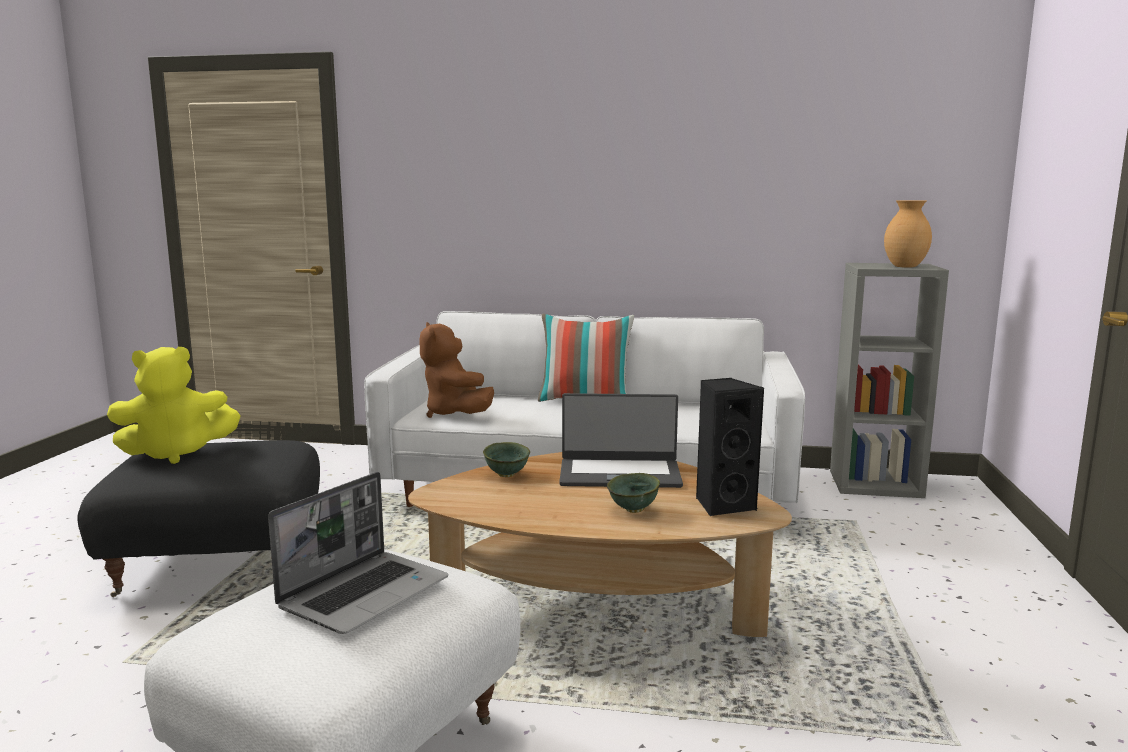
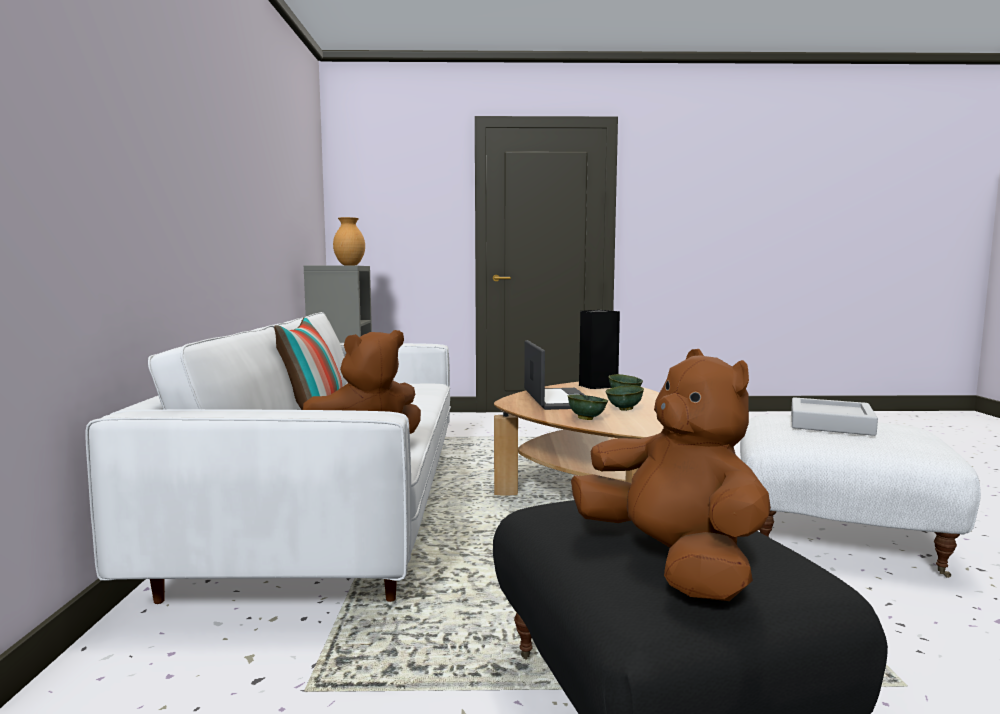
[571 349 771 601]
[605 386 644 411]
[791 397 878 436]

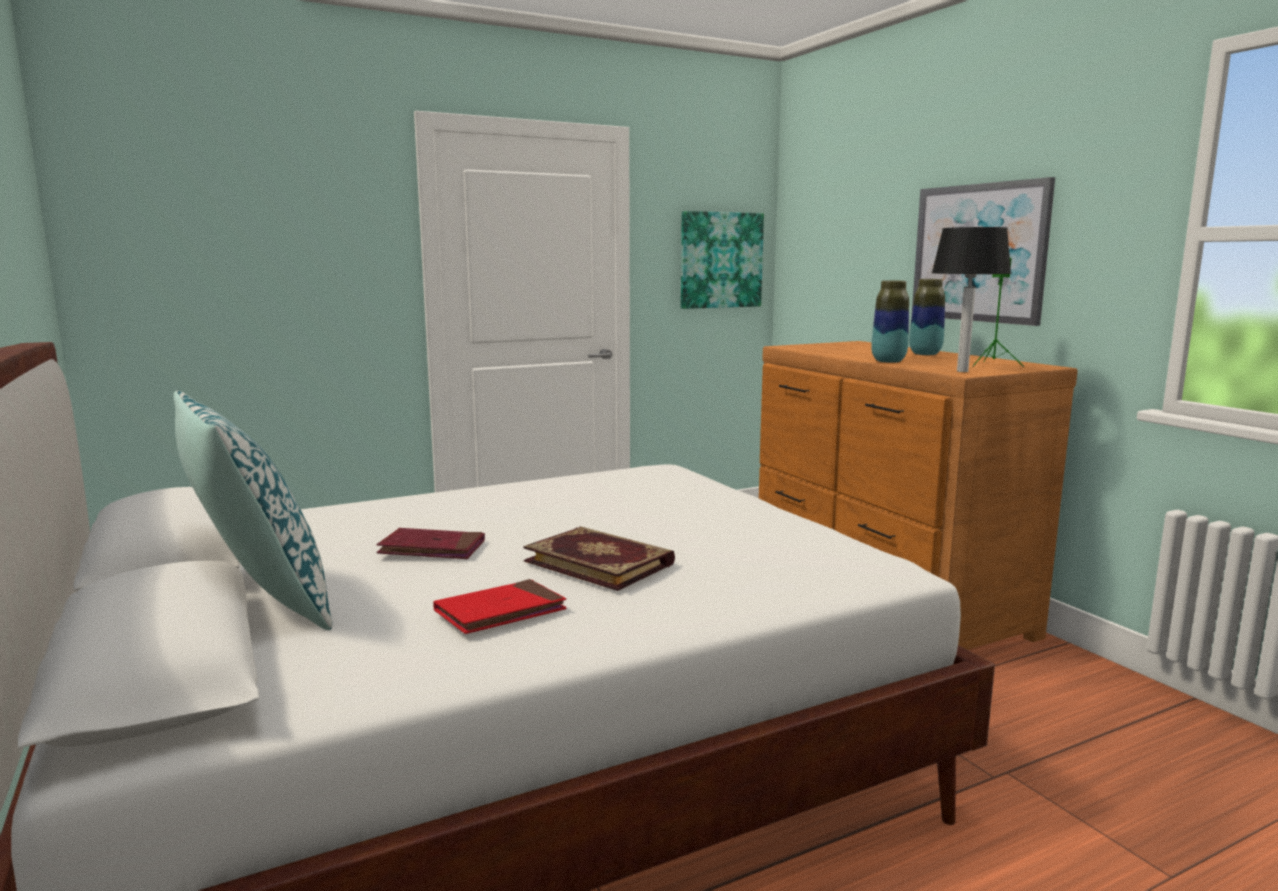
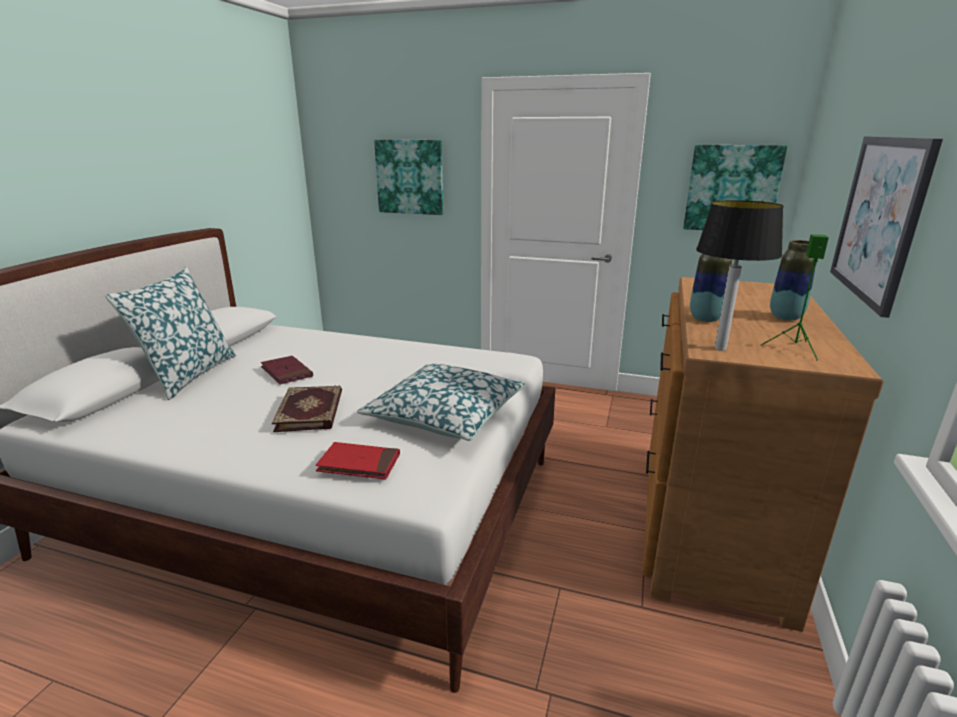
[316 442 400 480]
[357 364 525 441]
[374 140 443 215]

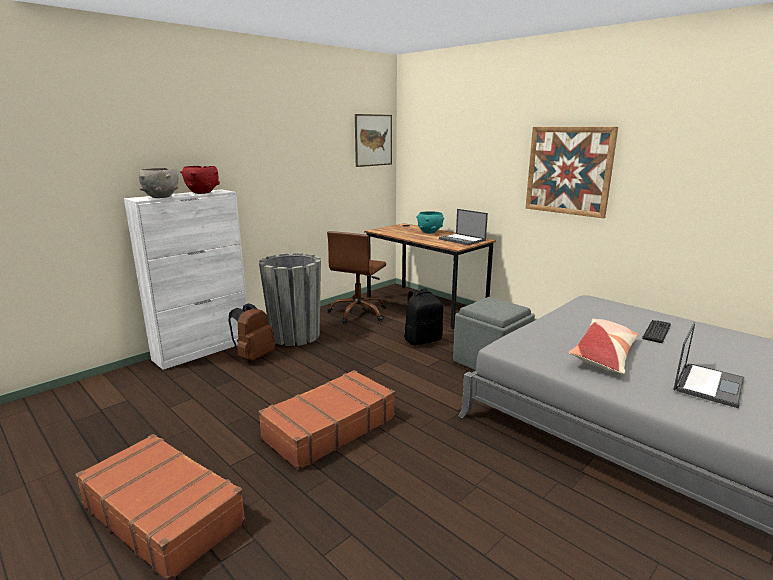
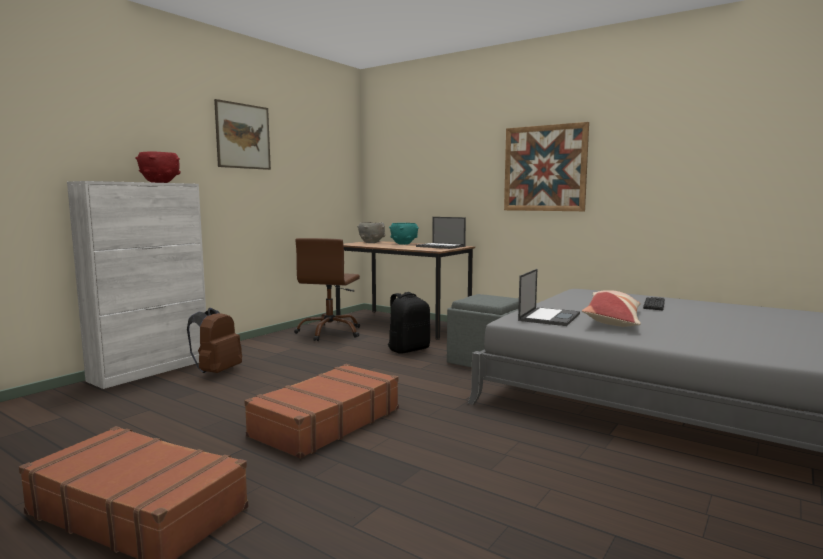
[214 99 271 170]
[357 222 385 243]
[518 269 580 326]
[259 253 321 346] (first image)

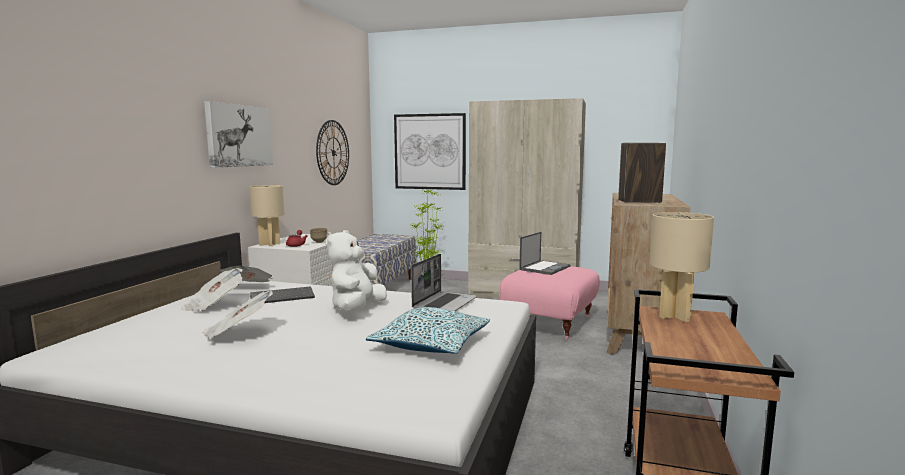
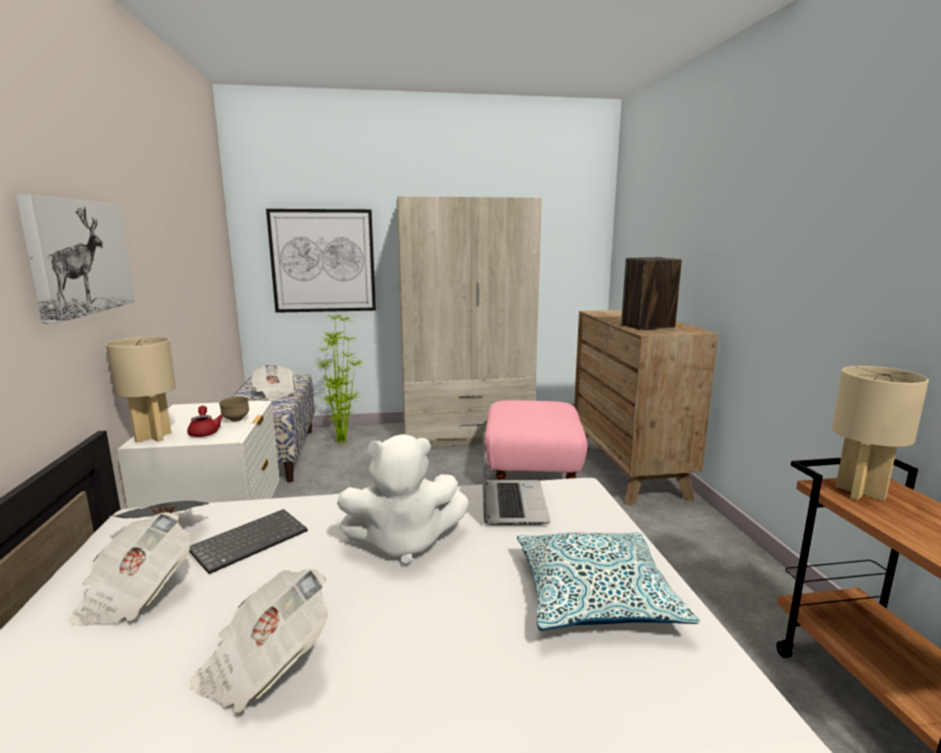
[251 364 296 400]
[337 434 469 565]
[316 120 349 185] (first image)
[519 232 571 275] (first image)

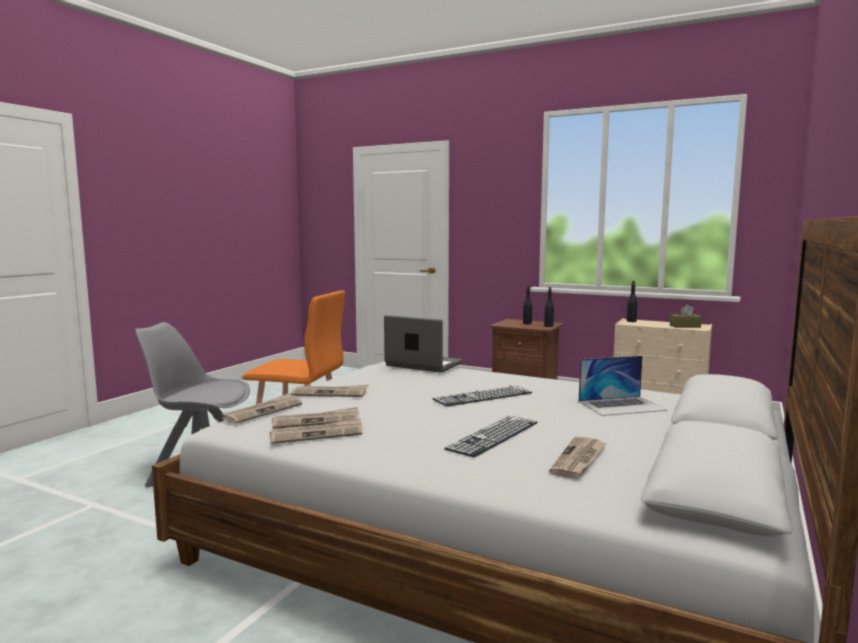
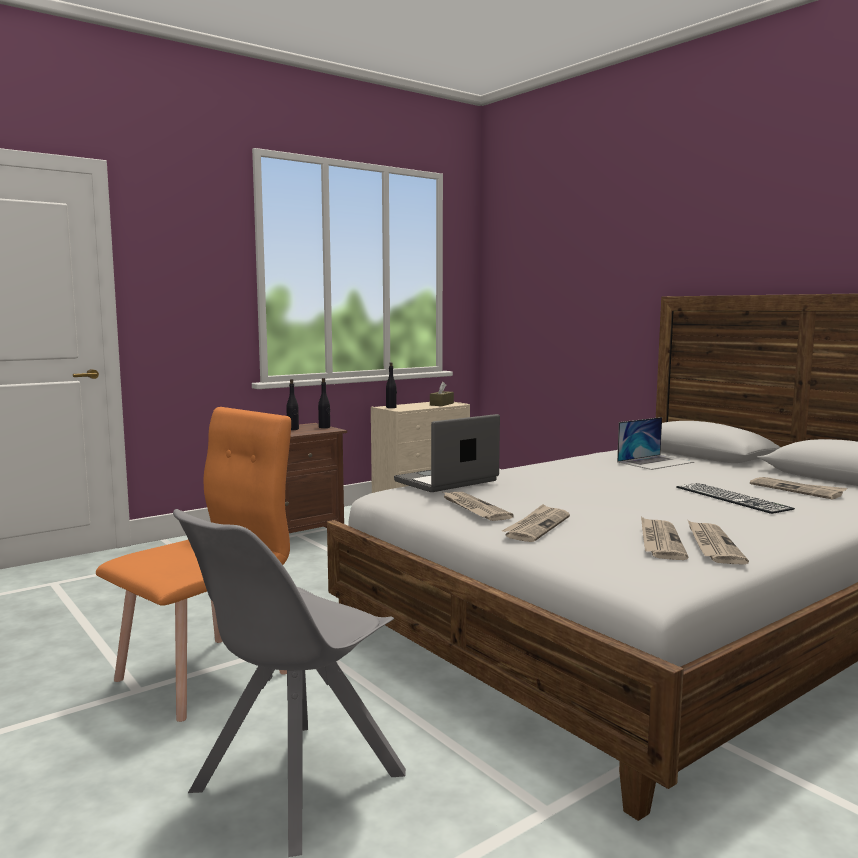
[443 492 514 521]
[617 417 694 470]
[433 385 532 406] (first image)

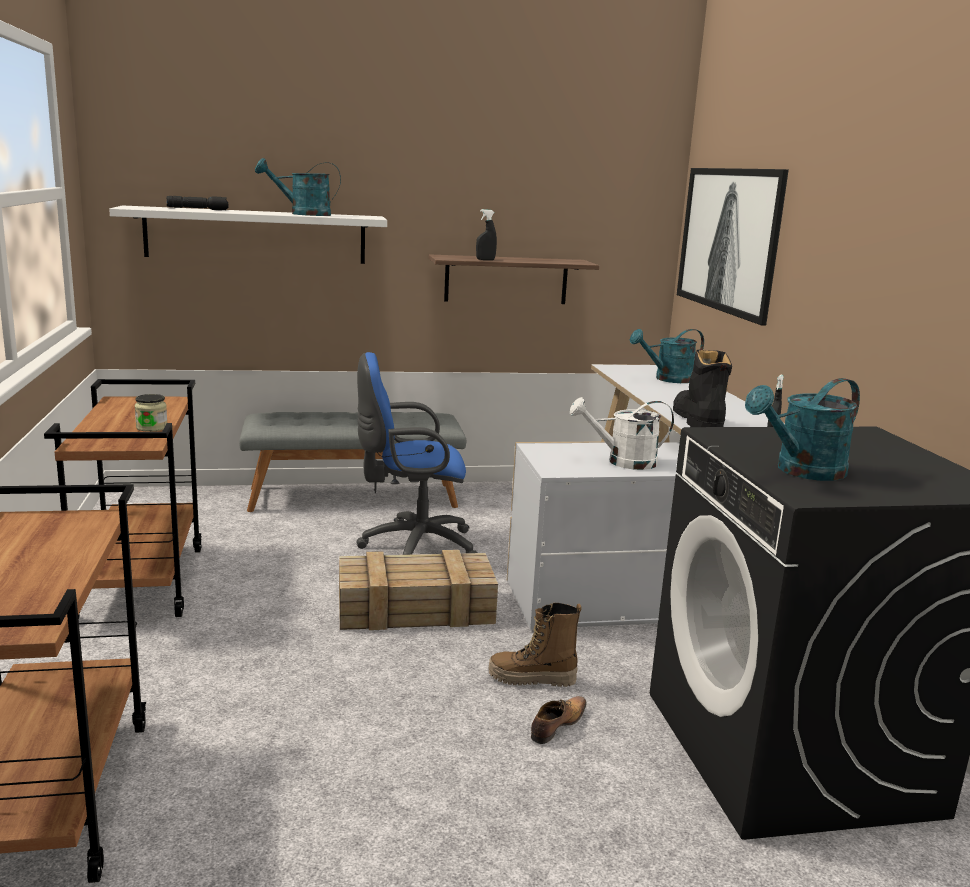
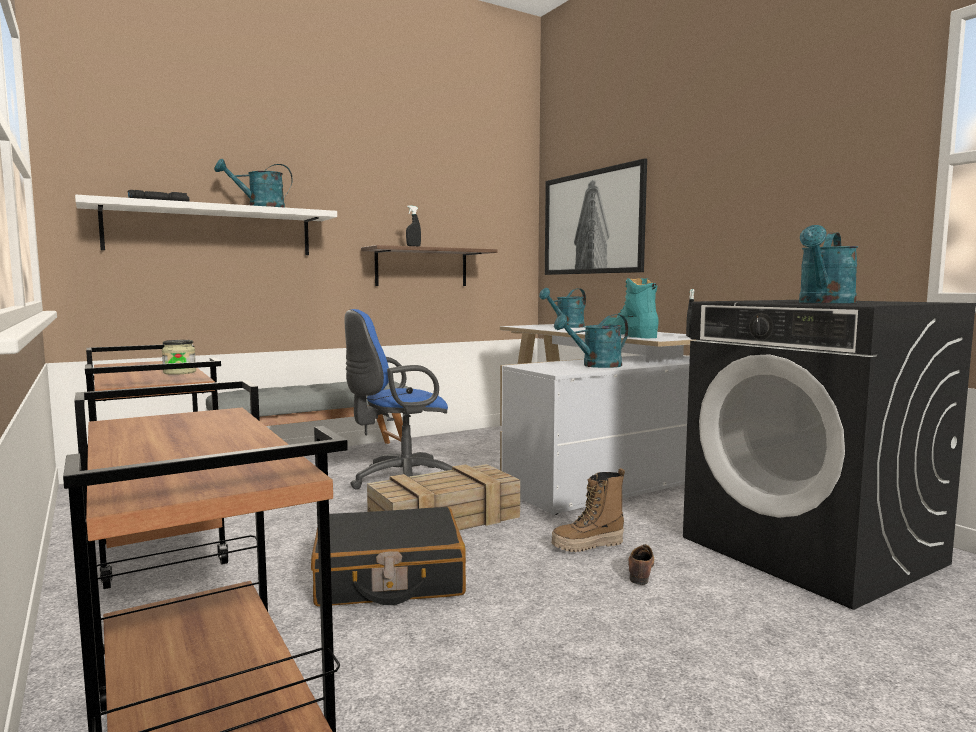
[311 507 466 606]
[554 314 629 368]
[603 278 658 338]

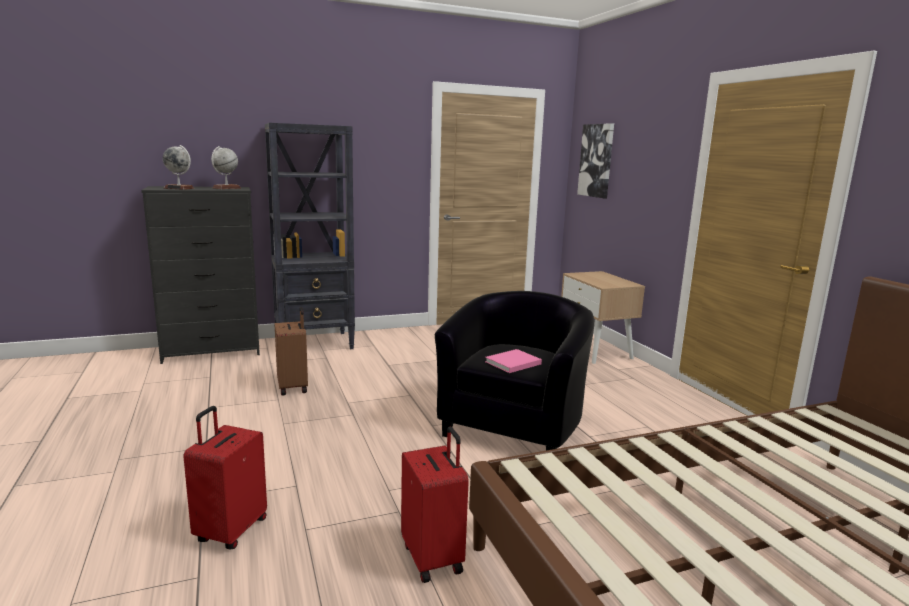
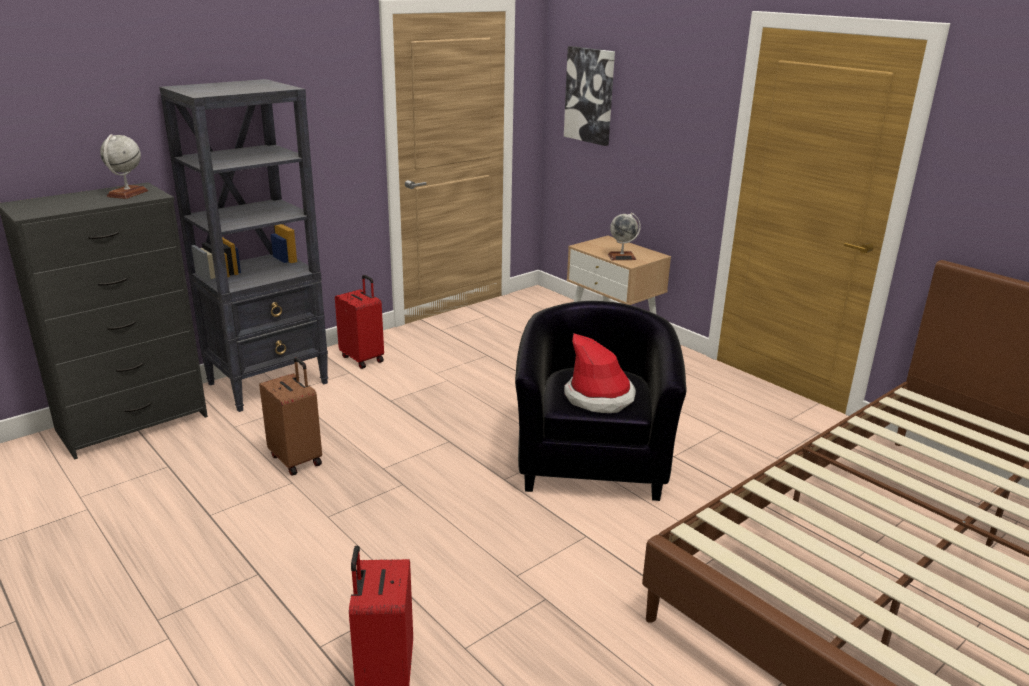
[335 275 384 369]
[564 334 636 413]
[608 213 641 260]

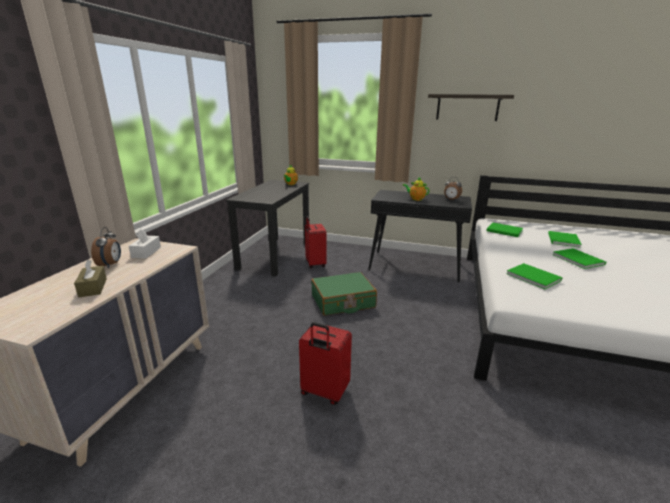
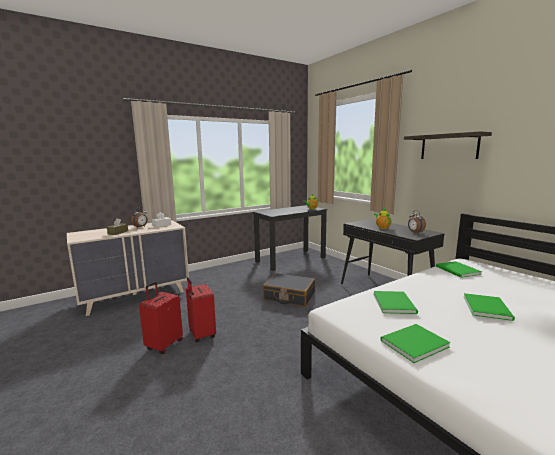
[139 282 183 354]
[263 273 315 307]
[380 324 451 363]

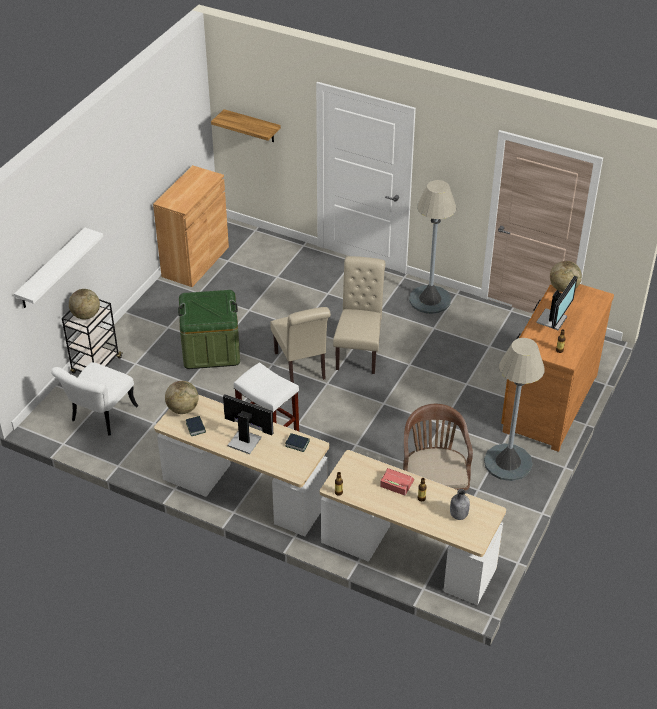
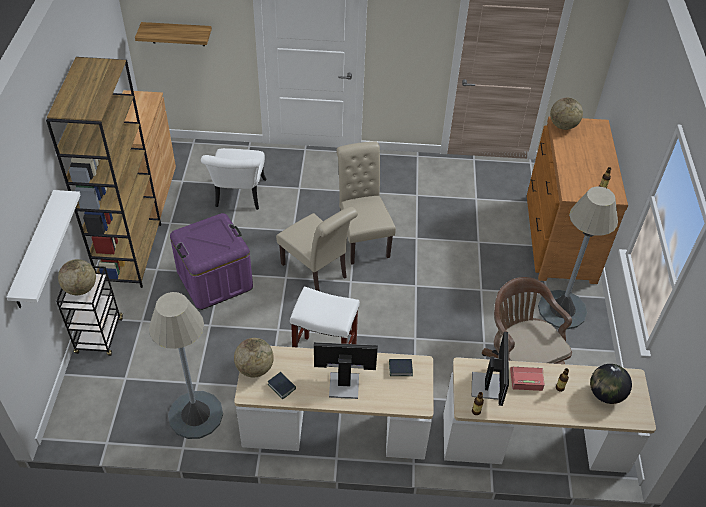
[46 57 161 288]
[149 292 223 439]
[170 213 253 310]
[201 148 266 210]
[472 332 509 406]
[590 364 632 404]

